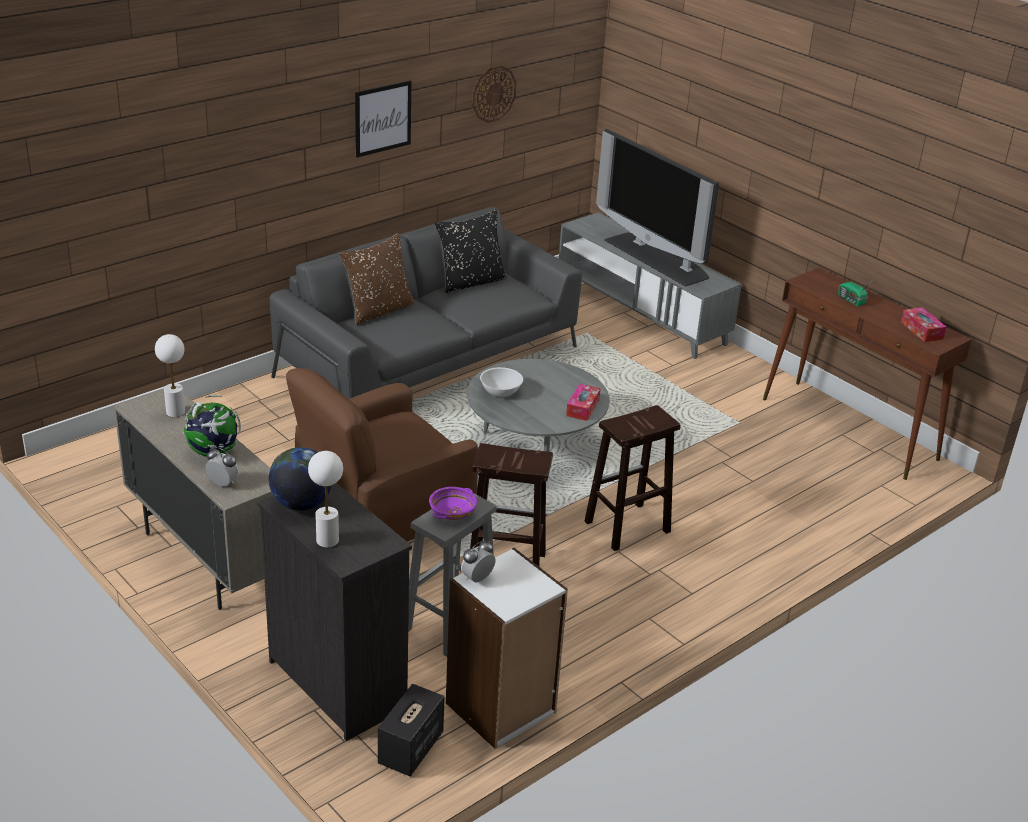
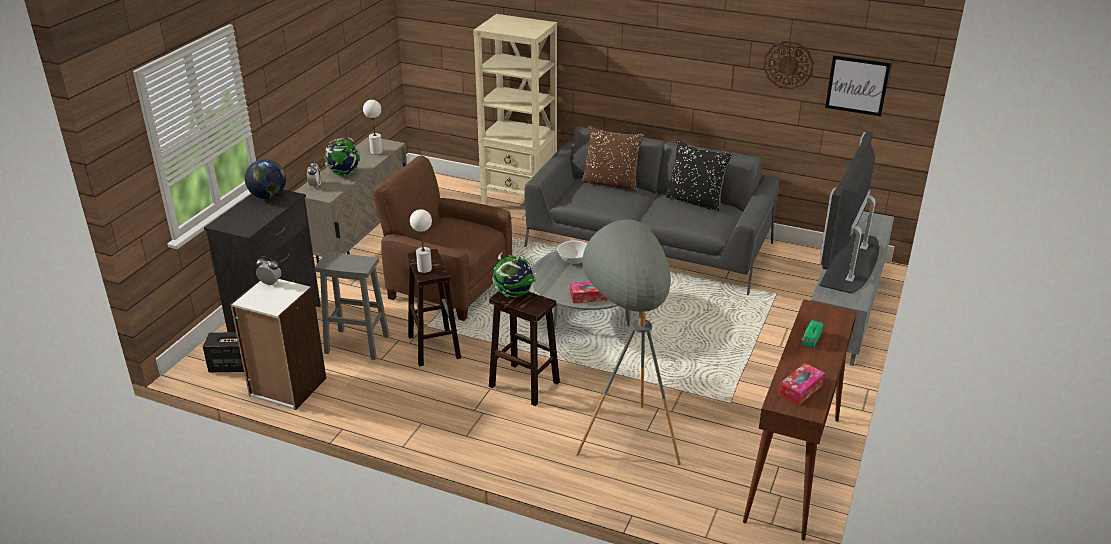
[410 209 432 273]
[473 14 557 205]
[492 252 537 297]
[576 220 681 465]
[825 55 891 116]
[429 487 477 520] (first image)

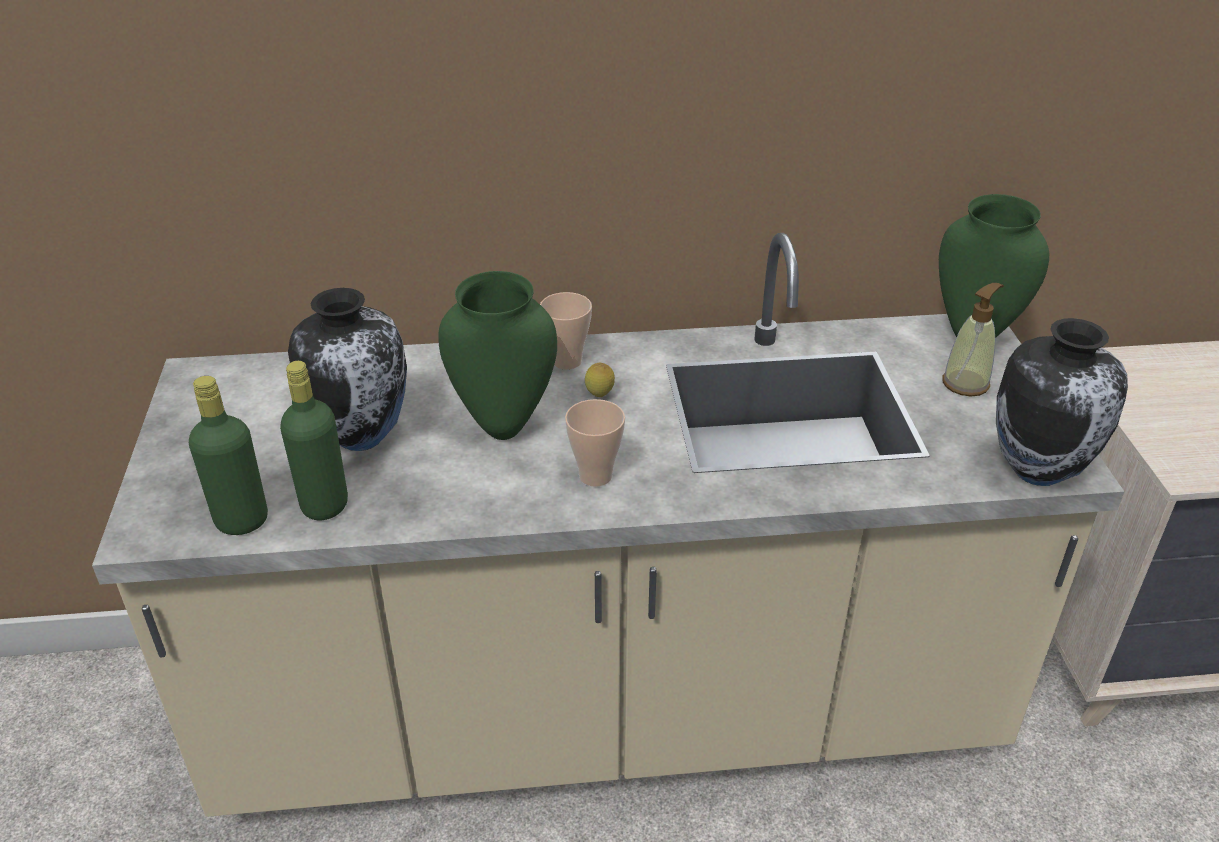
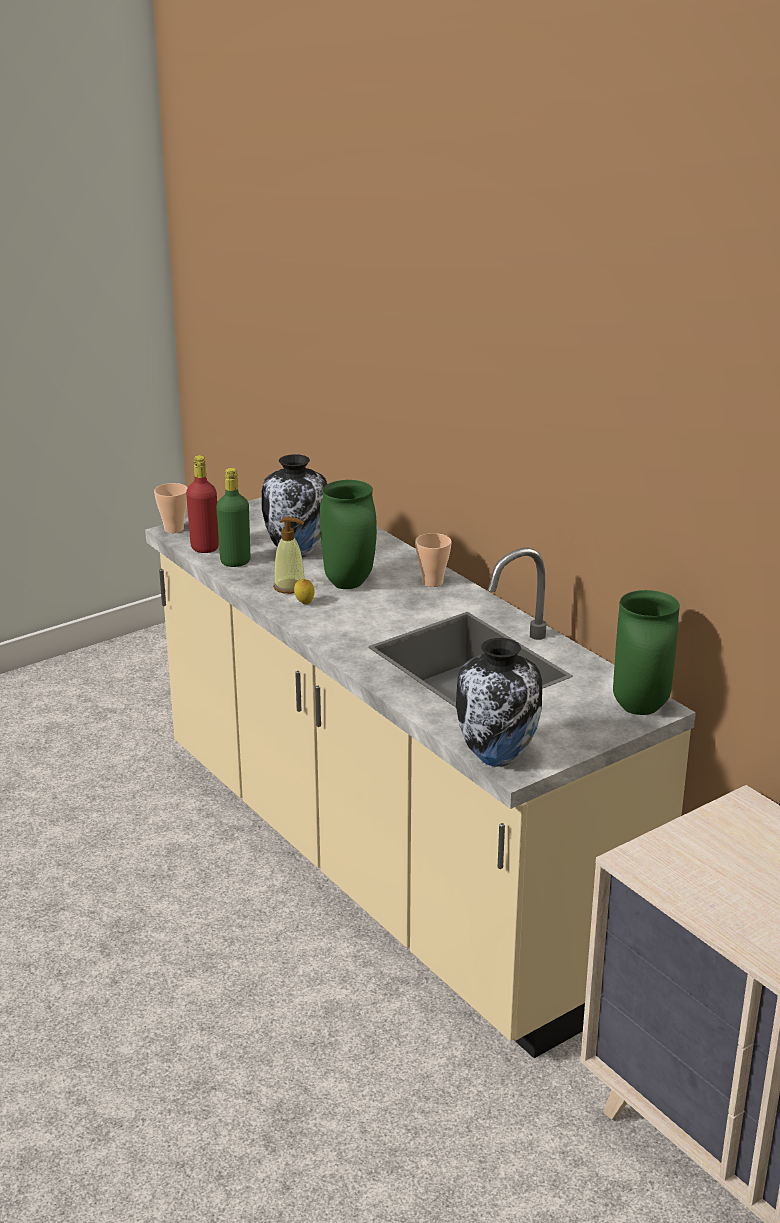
[154 483 188 533]
[186 455 219 553]
[273 517 304 594]
[294 579 315 604]

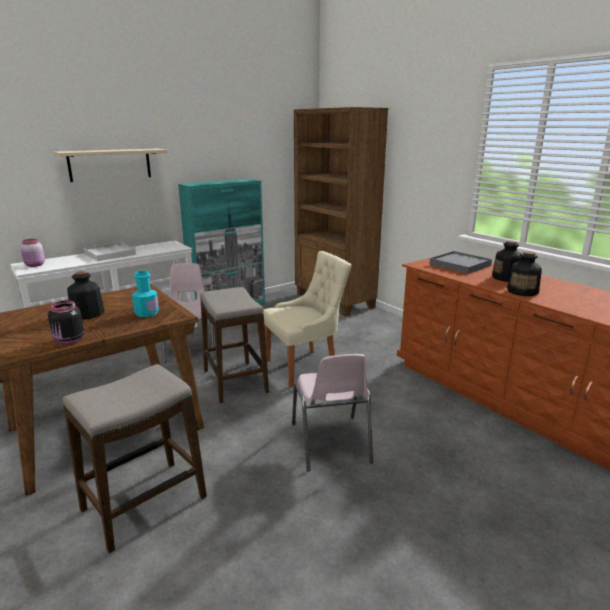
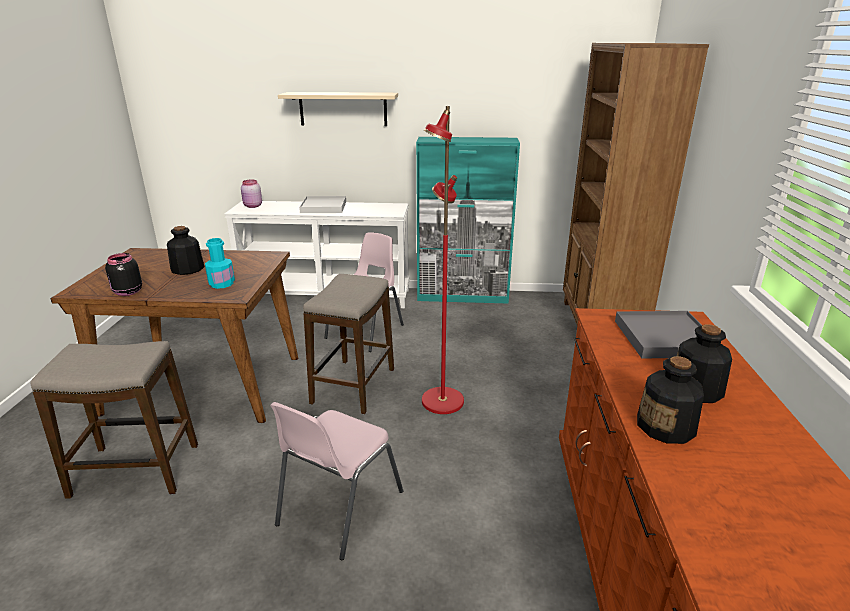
[422 106 464 414]

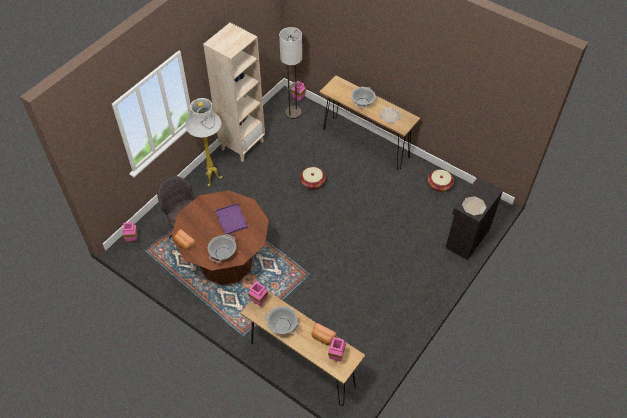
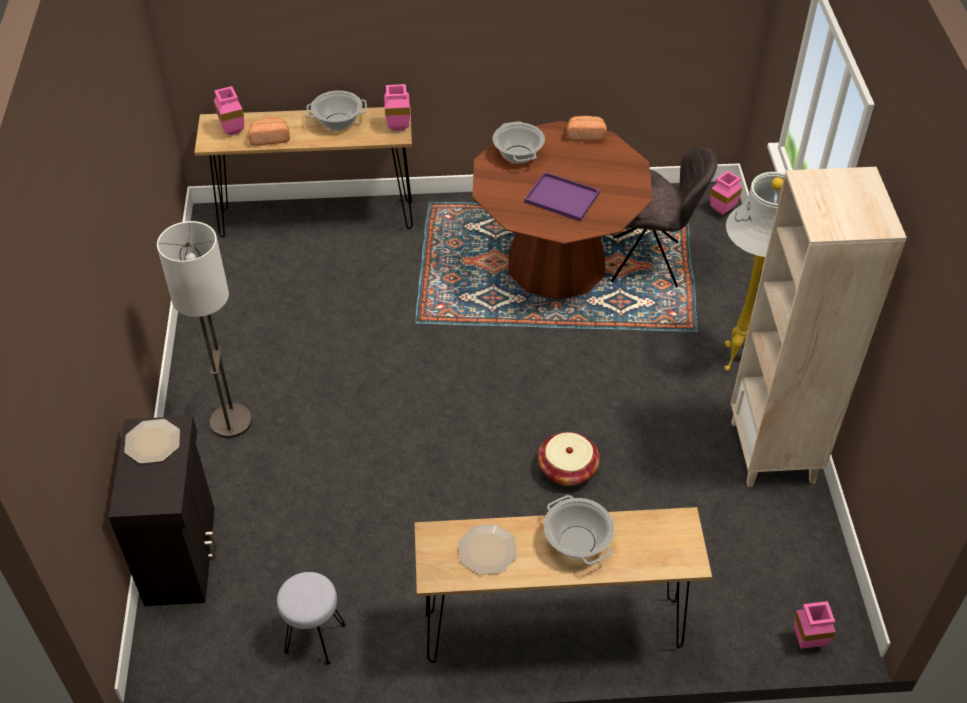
[157 221 252 438]
[277 572 346 665]

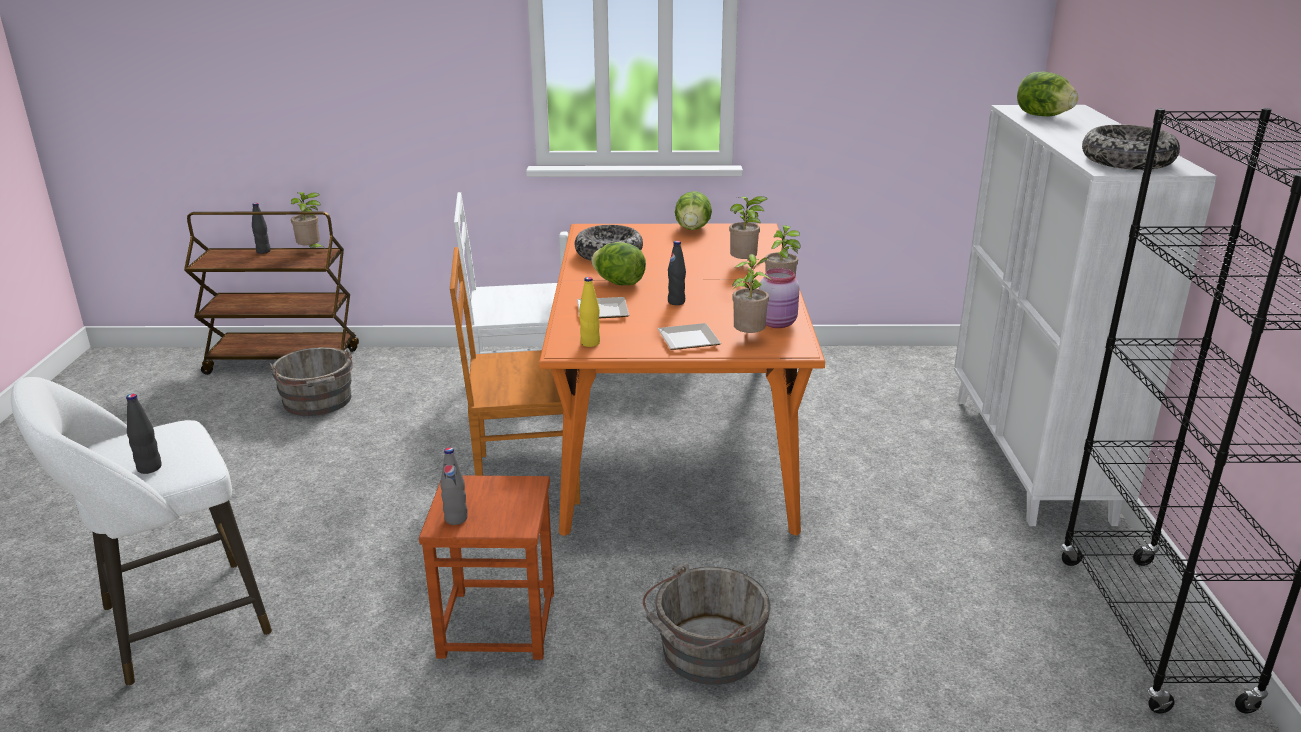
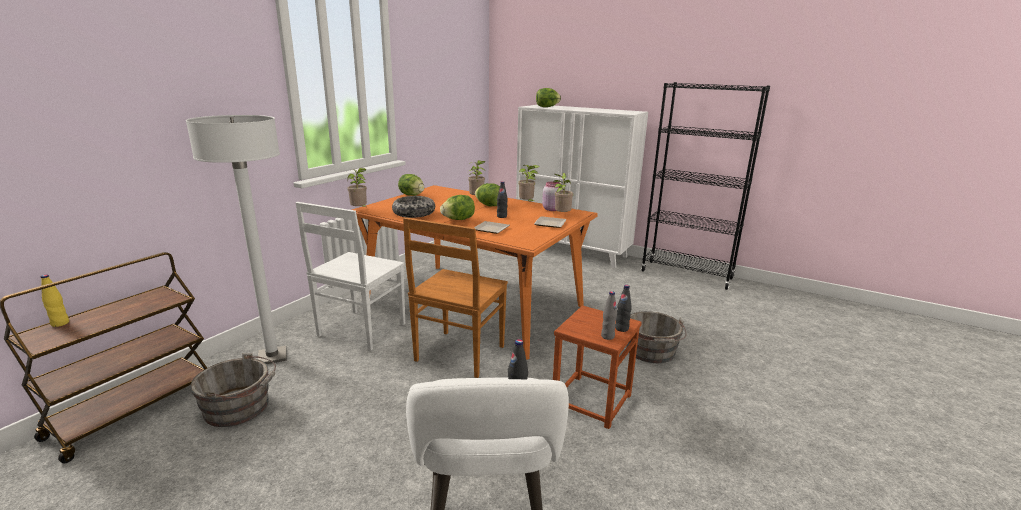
[41 275 69 327]
[186 115 287 364]
[347 168 367 207]
[475 183 500 206]
[615 285 632 332]
[1082 125 1180 170] (first image)

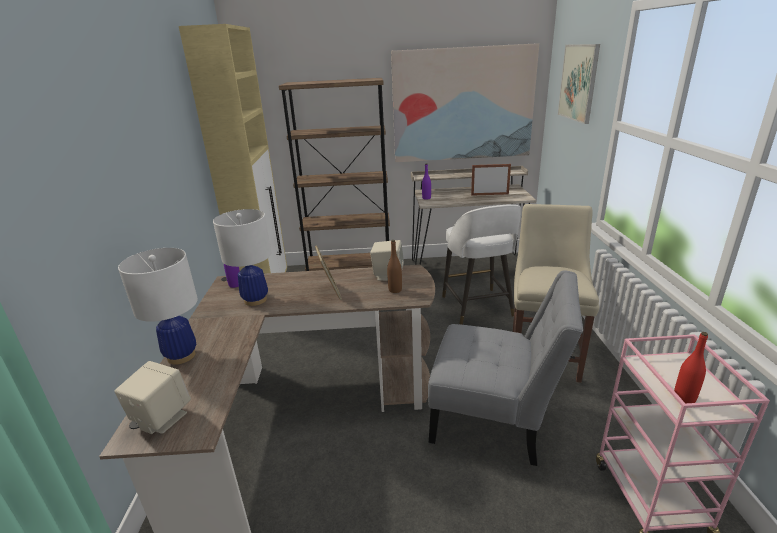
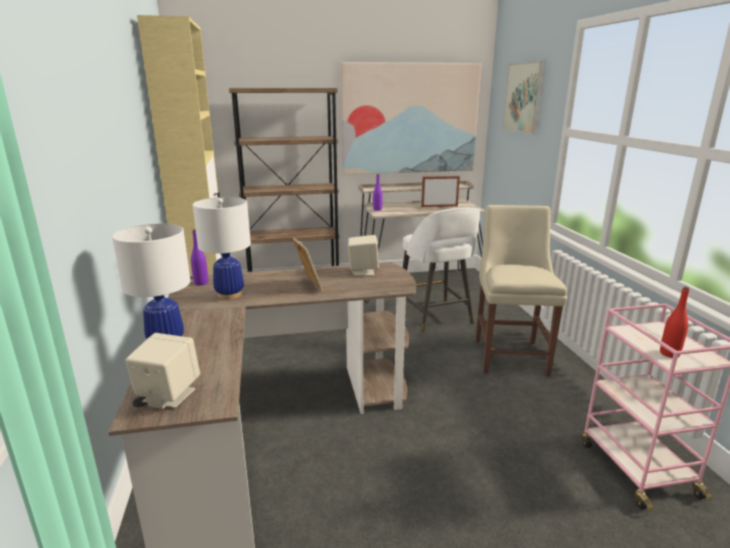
[387 240 402 293] (first image)
[428 270 583 466] (first image)

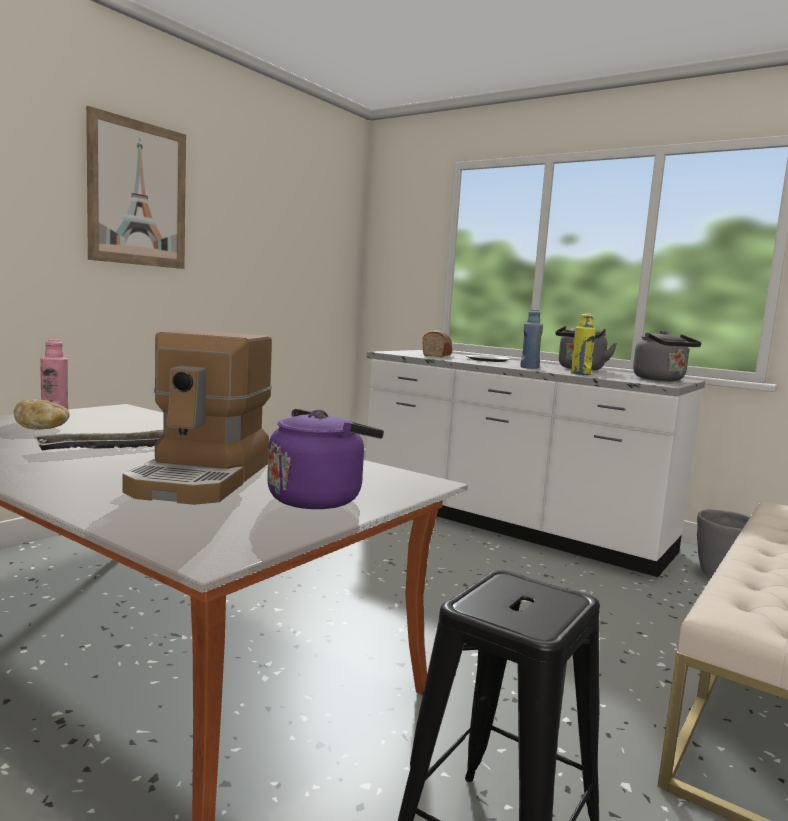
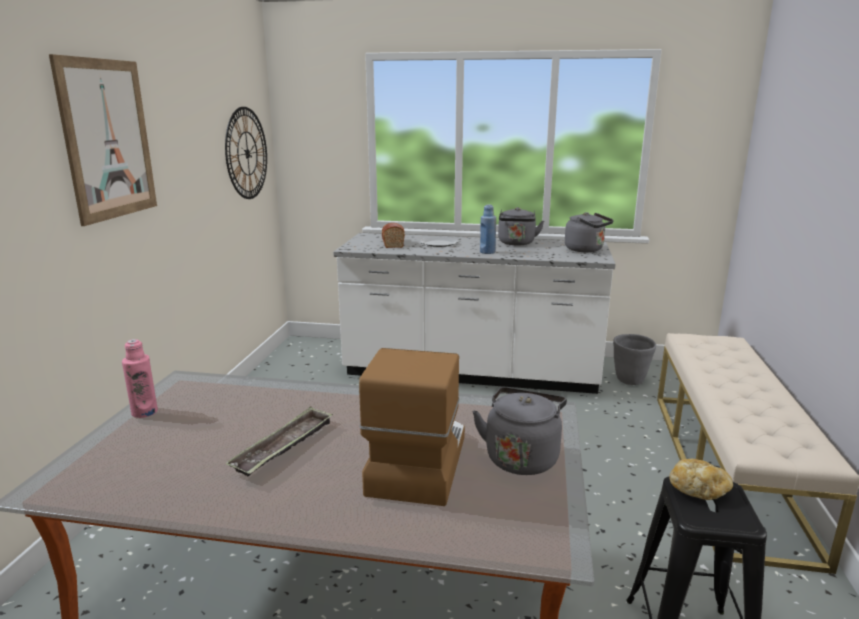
[225 107 267 199]
[359 348 465 506]
[473 387 567 475]
[669 459 733 500]
[571 313 596 375] (first image)

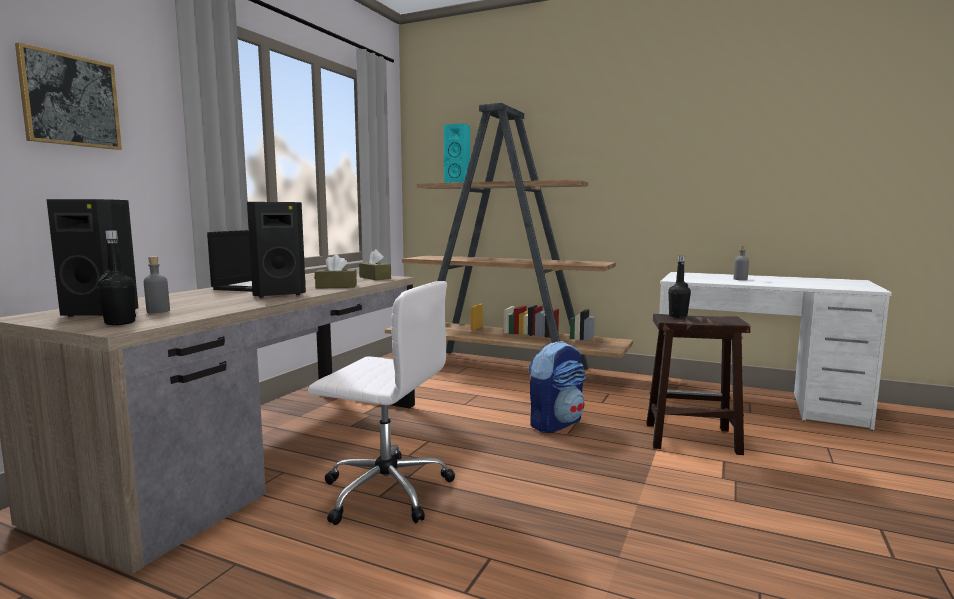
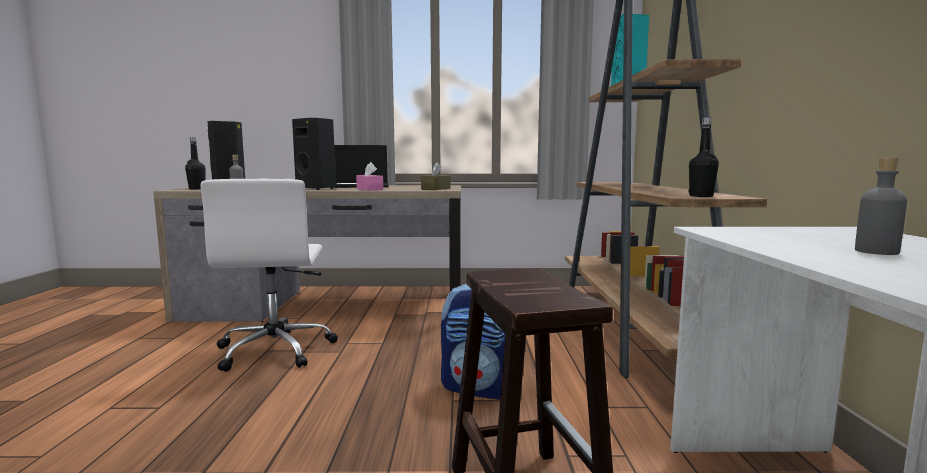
[356 162 383 191]
[689 117 719 197]
[15 43 122 150] (first image)

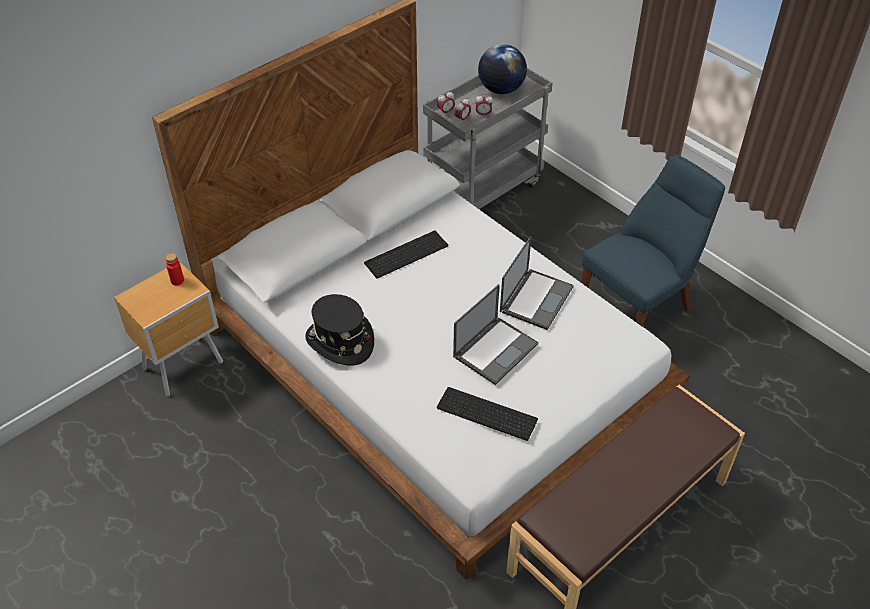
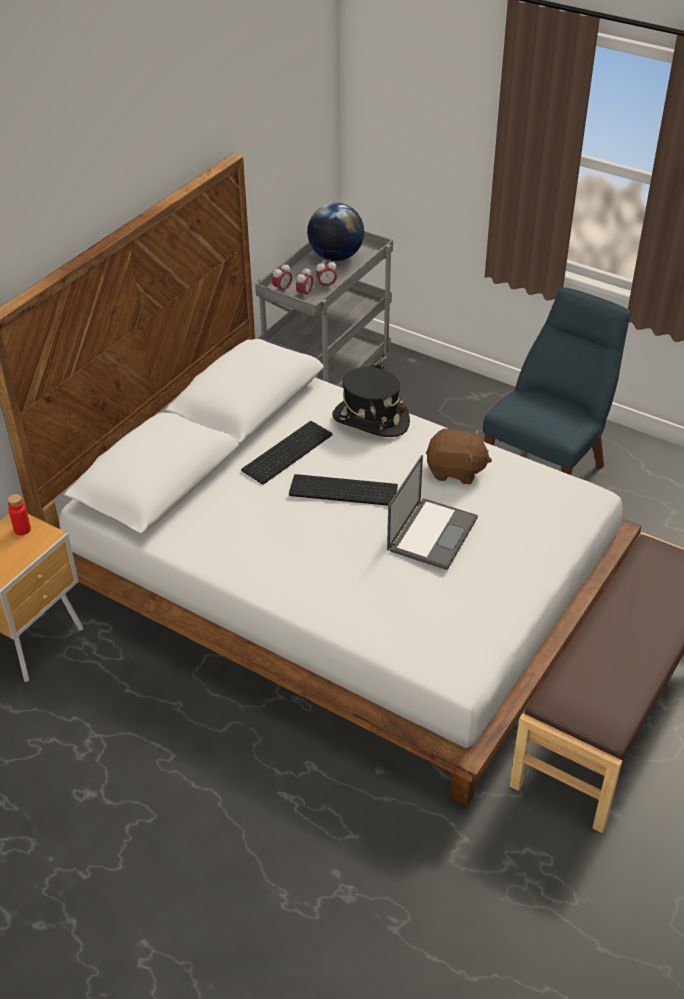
[289 474 398 506]
[332 367 410 437]
[426 428 492 484]

